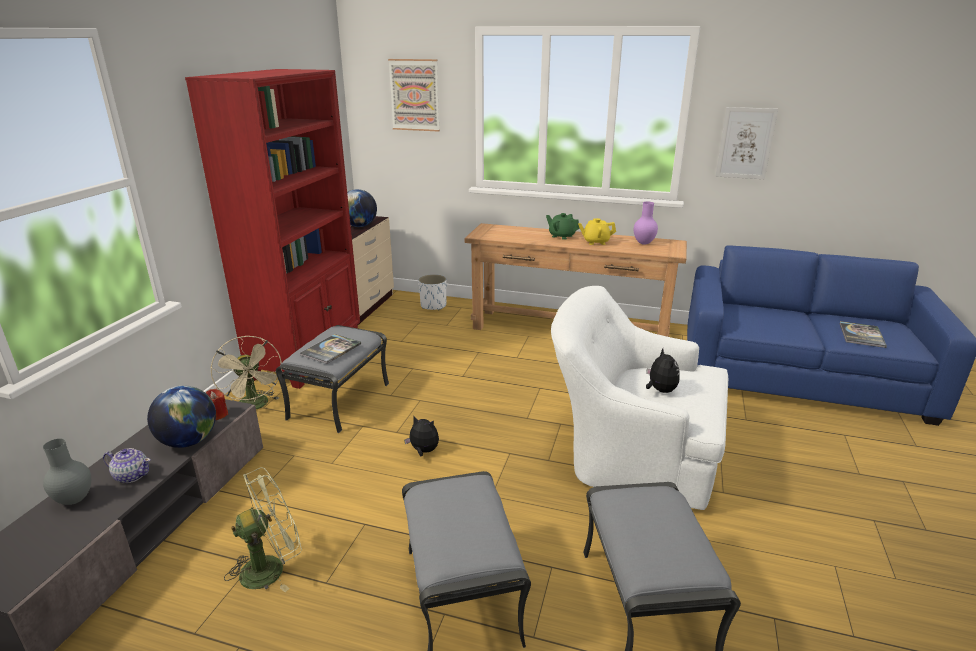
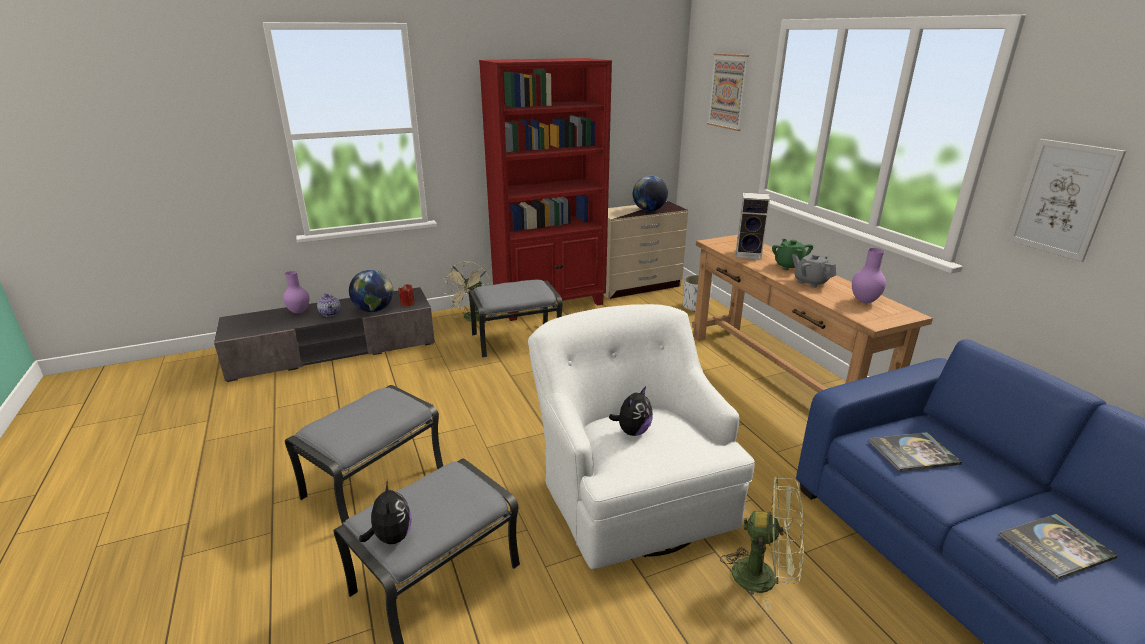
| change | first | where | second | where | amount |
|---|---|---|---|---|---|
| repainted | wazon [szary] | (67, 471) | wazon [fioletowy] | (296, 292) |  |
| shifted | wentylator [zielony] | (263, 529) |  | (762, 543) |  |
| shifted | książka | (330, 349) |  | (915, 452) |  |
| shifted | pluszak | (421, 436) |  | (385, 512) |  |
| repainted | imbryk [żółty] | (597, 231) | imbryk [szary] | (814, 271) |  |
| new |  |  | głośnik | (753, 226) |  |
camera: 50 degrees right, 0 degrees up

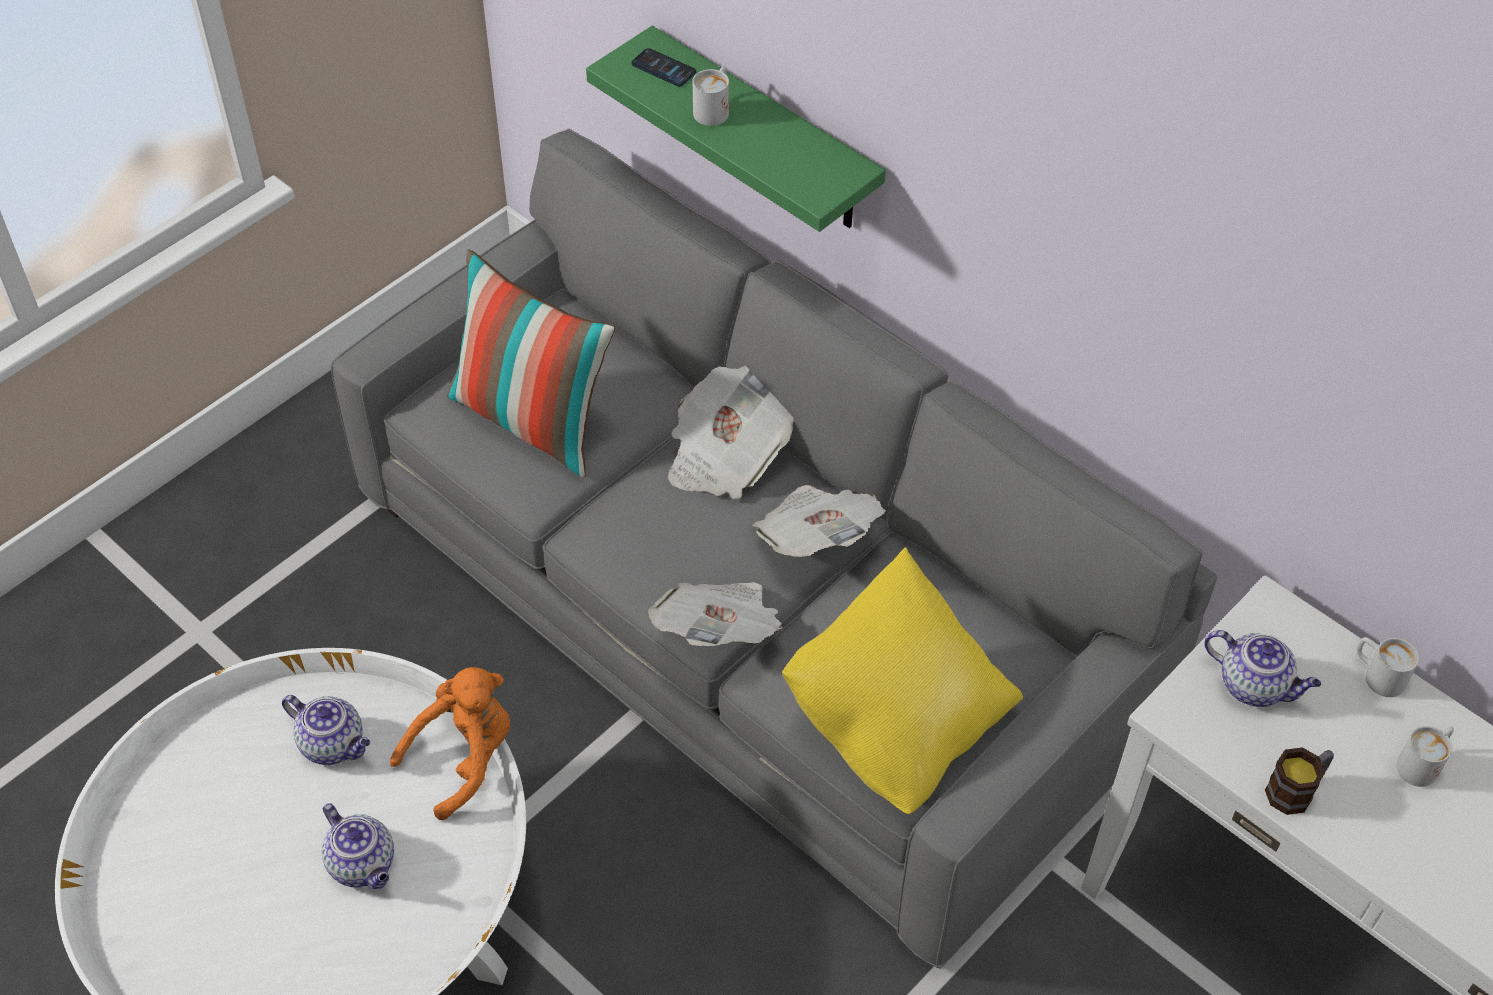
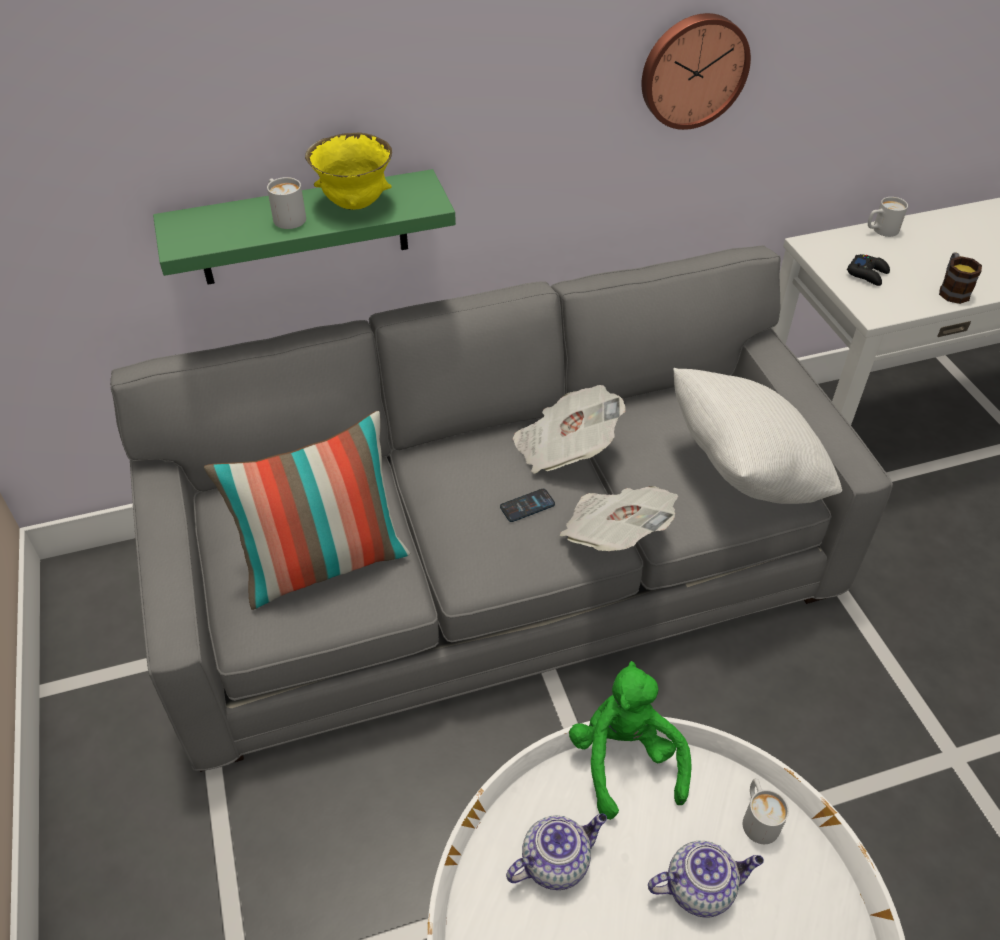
| change | first | where | second | where | amount |
|---|---|---|---|---|---|
| repainted | pluszak [pomarańczowy] | (450, 743) | pluszak [zielony] | (630, 740) |  |
| shifted | telefon | (664, 67) |  | (527, 505) |  |
| gone | gazeta | (731, 432) |  |  |  |
| repainted | poduszka [żółty] | (902, 680) | poduszka [biały] | (757, 436) |  |
| swapped | imbryk | (1263, 668) | pad do gier [czarny] | (868, 270) |  |
| shifted | kubek [biały] | (1425, 756) |  | (766, 811) |  |
| new |  |  | miska [żółty] | (348, 171) |  |
| new |  |  | zegar ścienny | (696, 71) |  |
camera: 60 degrees left, 5 degrees down

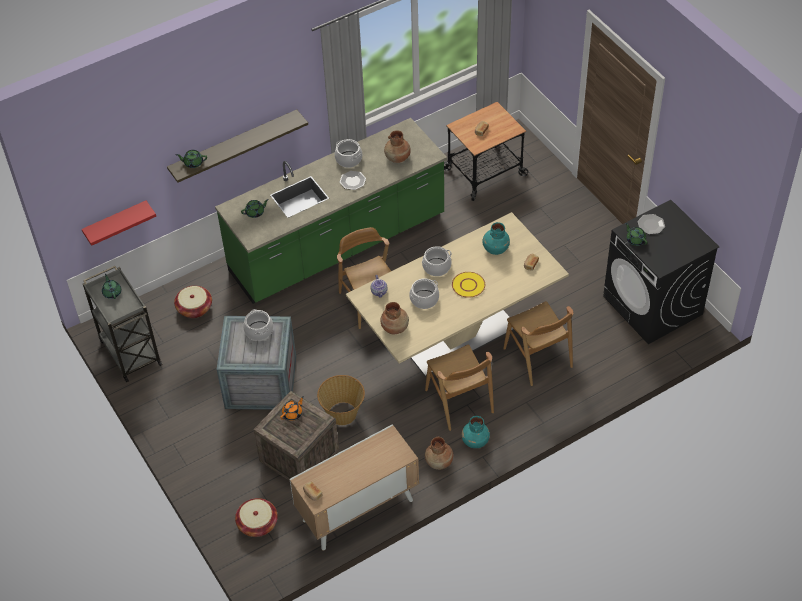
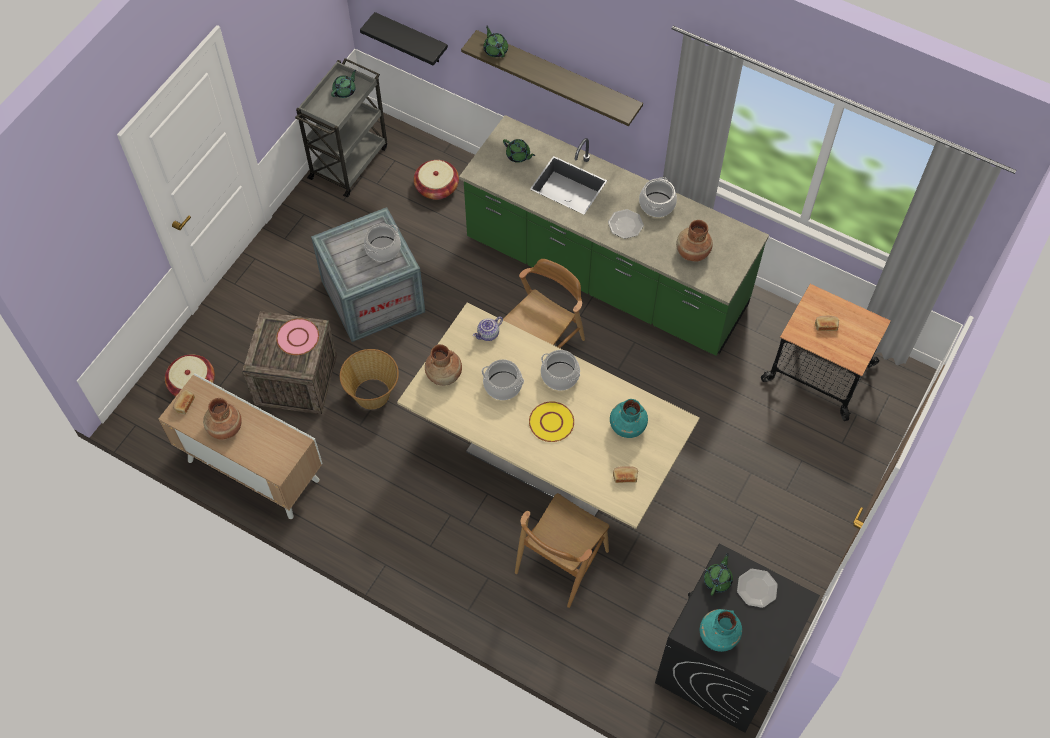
| change | first | where | second | where | amount |
|---|---|---|---|---|---|
| repainted | półka [czerwony] | (119, 223) | półka [czarny] | (404, 39) |  |
| swapped | imbryk [pomarańczowy] | (292, 408) | talerz [różowy] | (297, 336) |  |
| gone | krzesło [brązowy] | (459, 388) |  |  |  |
| shifted | wazon [brązowy] | (439, 453) |  | (222, 418) |  |
| shifted | wazon [turkusowy] | (476, 432) |  | (721, 630) |  |
camera: 60 degrees right, 10 degrees up

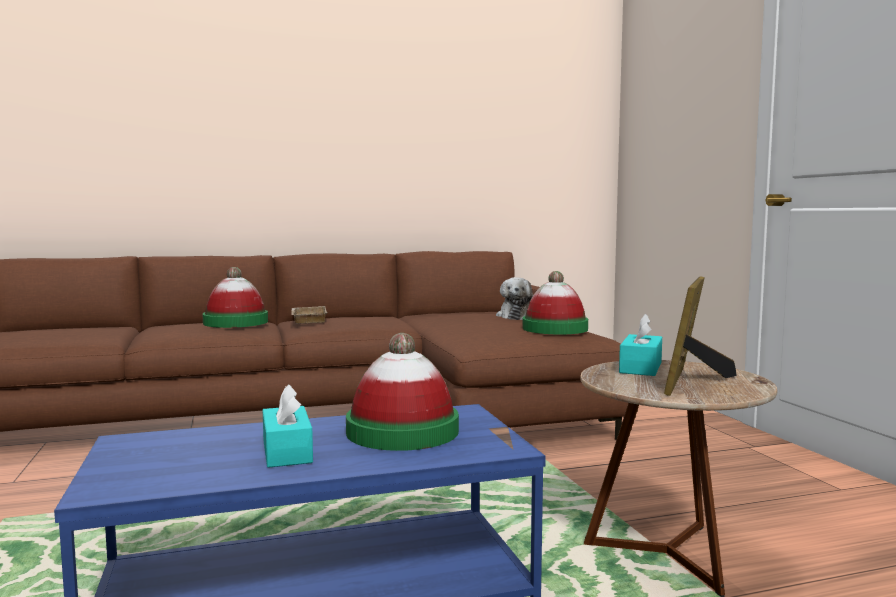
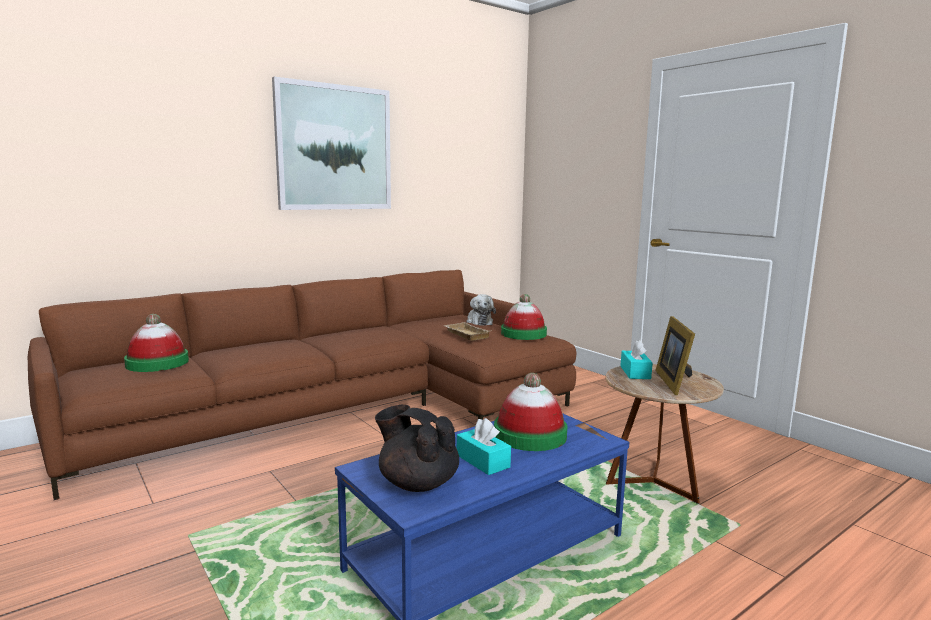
| change | first | where | second | where | amount |
|---|---|---|---|---|---|
| shifted | kapelusz | (235, 297) |  | (156, 343) |  |
| shifted | taca [beżowy] | (309, 315) |  | (467, 331) |  |
| new |  |  | obraz | (331, 143) |  |
| new |  |  | imbryk [czarny] | (417, 448) |  |
camera: 20 degrees left, 5 degrees up

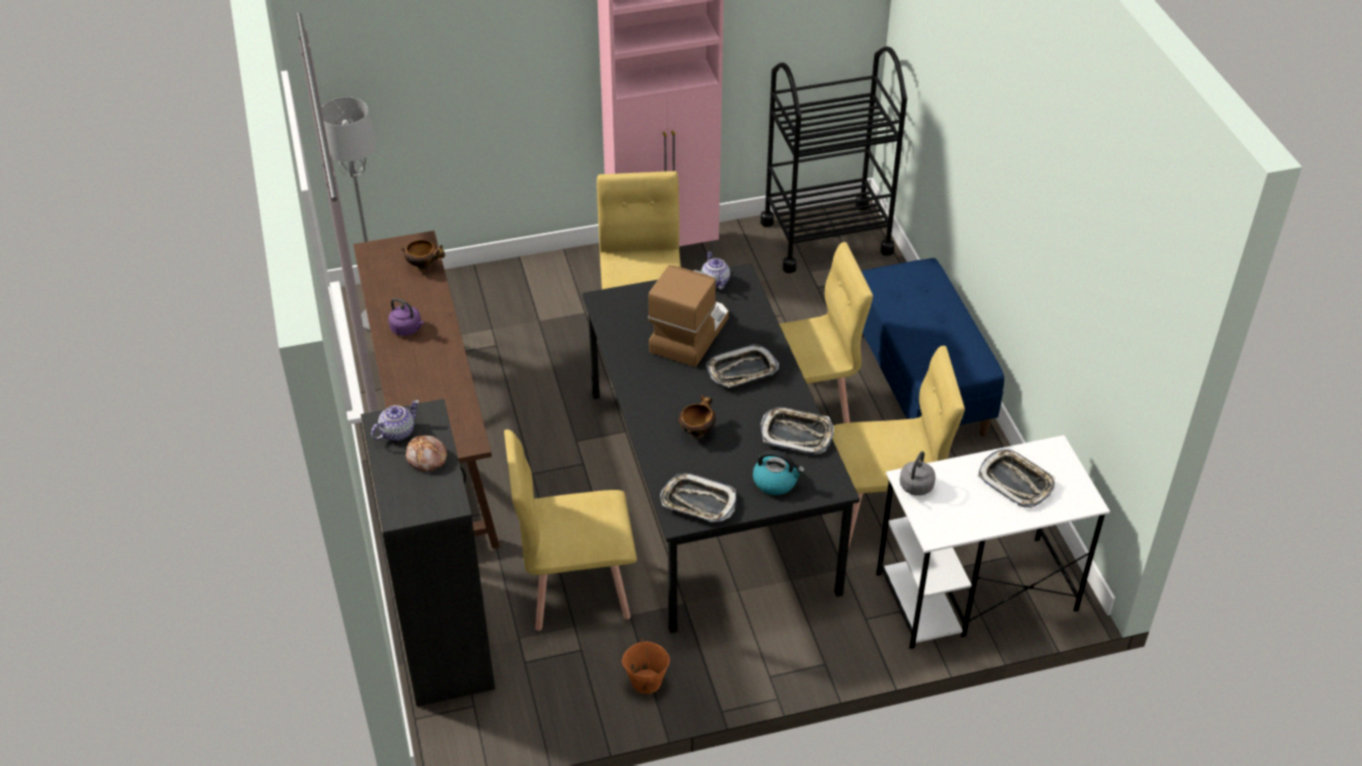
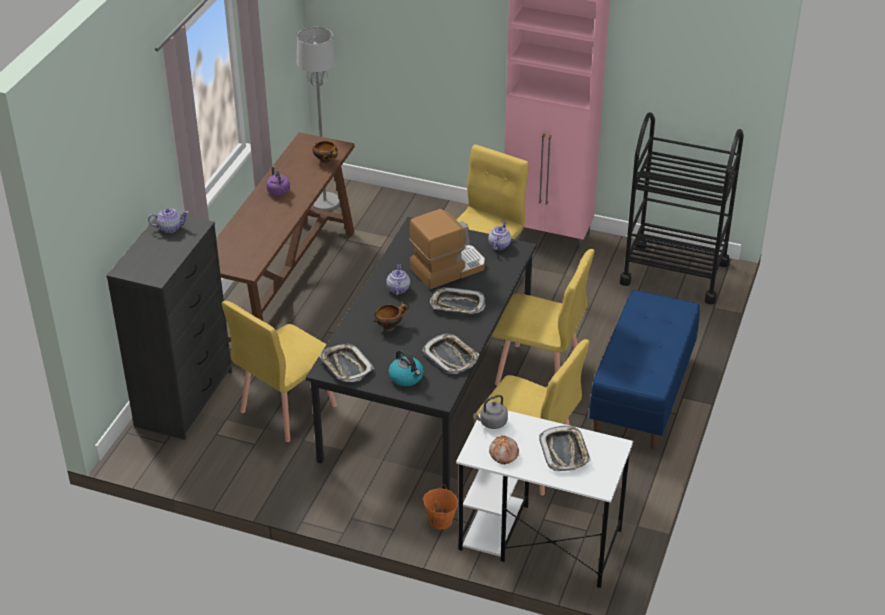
| change | first | where | second | where | amount |
|---|---|---|---|---|---|
| shifted | chleb | (426, 453) |  | (504, 449) |  |
| rotated | krzesło [żółty] | (570, 530) |  | (279, 371) | 75 degrees counterclockwise |
| shifted | wiadro [pomarańczowy] | (646, 666) |  | (440, 507) |  |
| new |  |  | imbryk | (398, 279) |  |
camera: 35 degrees right, 5 degrees down

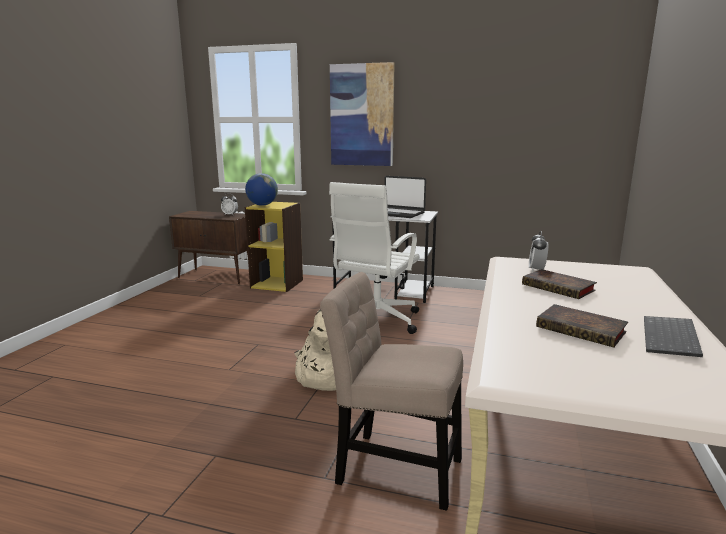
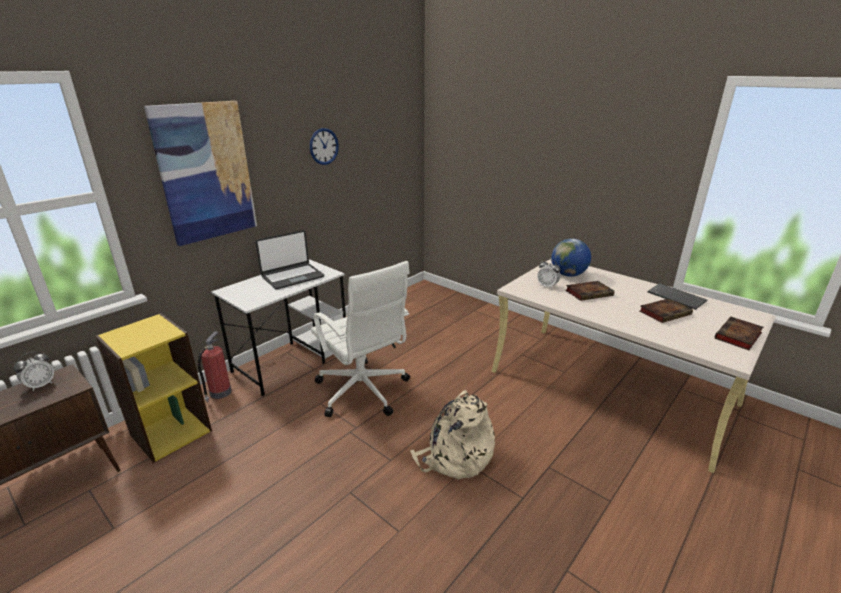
| change | first | where | second | where | amount |
|---|---|---|---|---|---|
| shifted | globus | (261, 189) |  | (571, 257) |  |
| gone | krzesło [beżowy] | (391, 391) |  |  |  |
| new |  |  | gaśnica | (215, 367) |  |
| new |  |  | zegar ścienny | (324, 146) |  |
| new |  |  | książka | (739, 333) |  |
camera: 65 degrees left, 10 degrees up

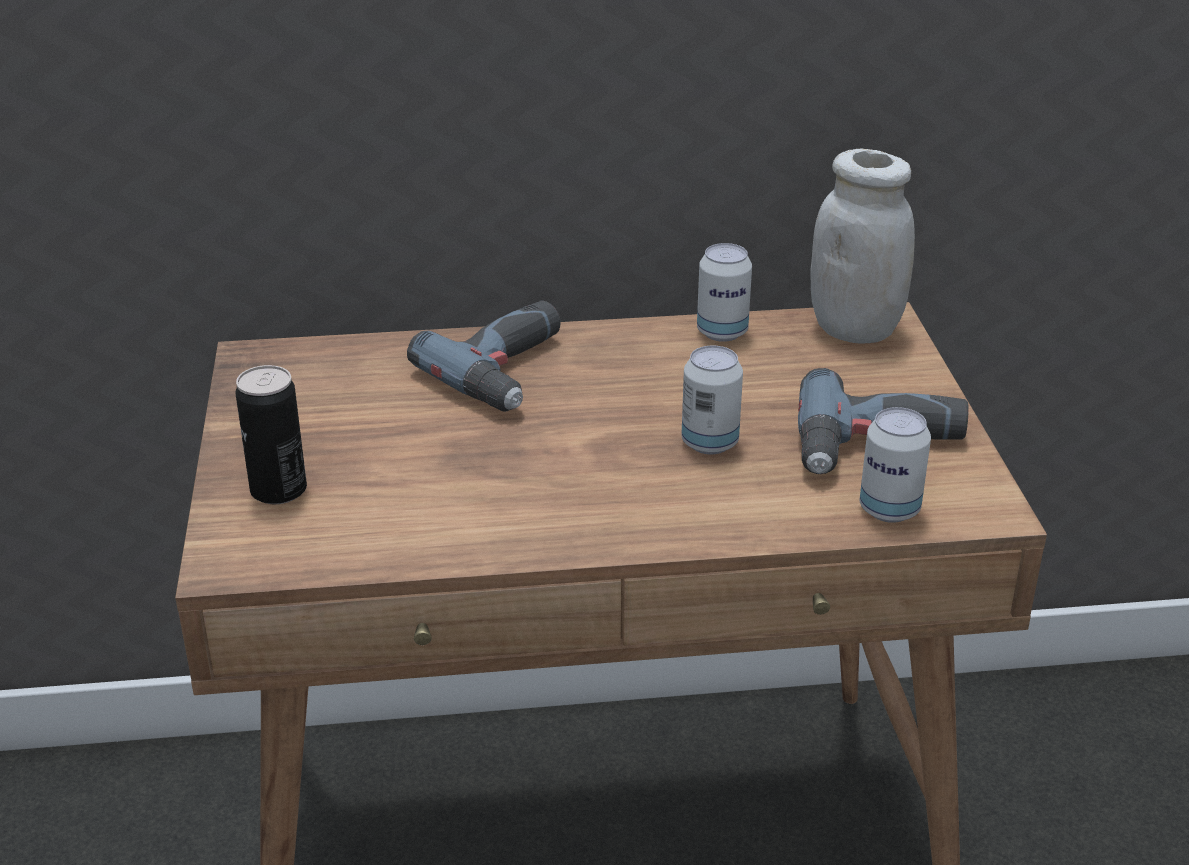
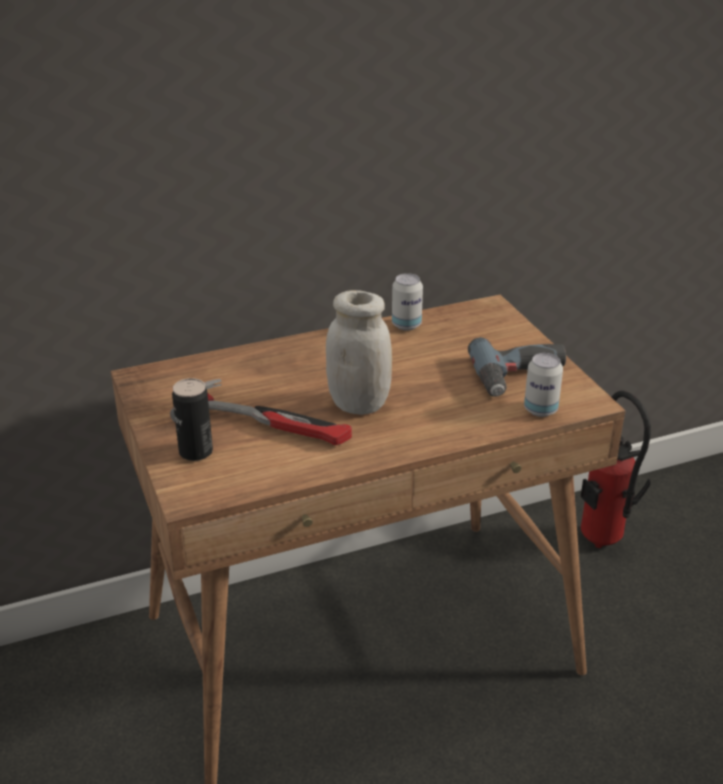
| change | first | where | second | where | amount |
|---|---|---|---|---|---|
| gone | wiertarka | (483, 356) |  |  |  |
| gone | puszka | (712, 400) |  |  |  |
| shifted | słoik [biały] | (863, 246) |  | (359, 352) |  |
| new |  |  | młotek | (261, 412) |  |
| new |  |  | gaśnica | (616, 469) |  |
camera: 15 degrees left, 0 degrees up

